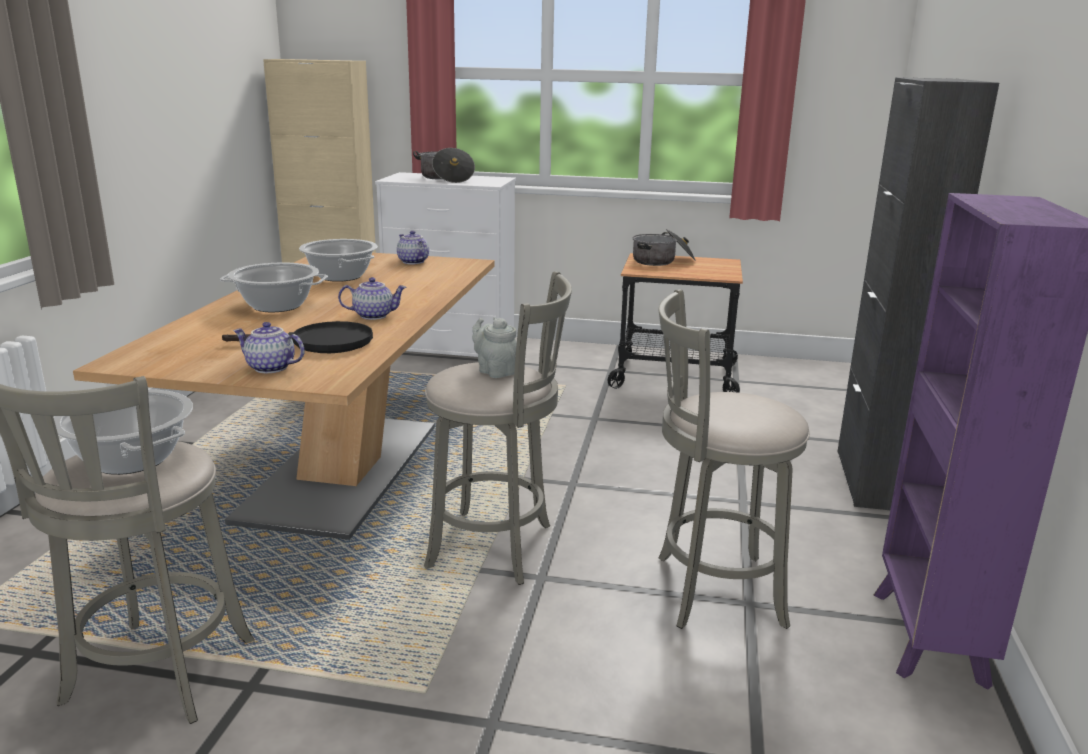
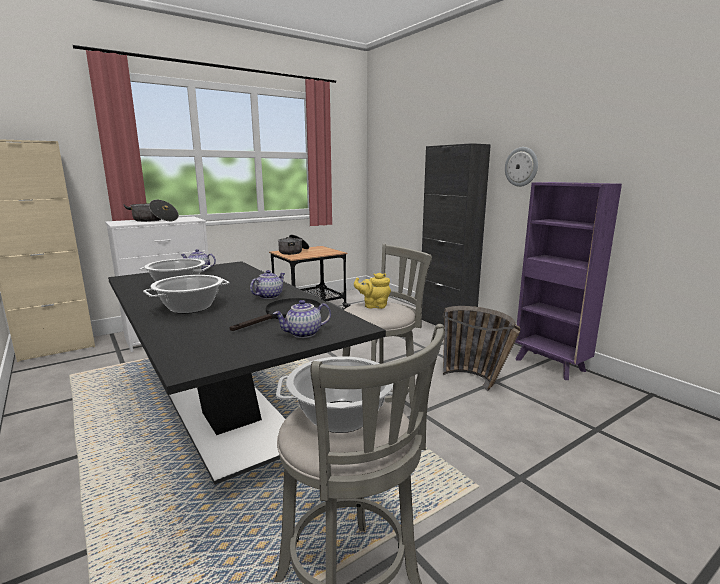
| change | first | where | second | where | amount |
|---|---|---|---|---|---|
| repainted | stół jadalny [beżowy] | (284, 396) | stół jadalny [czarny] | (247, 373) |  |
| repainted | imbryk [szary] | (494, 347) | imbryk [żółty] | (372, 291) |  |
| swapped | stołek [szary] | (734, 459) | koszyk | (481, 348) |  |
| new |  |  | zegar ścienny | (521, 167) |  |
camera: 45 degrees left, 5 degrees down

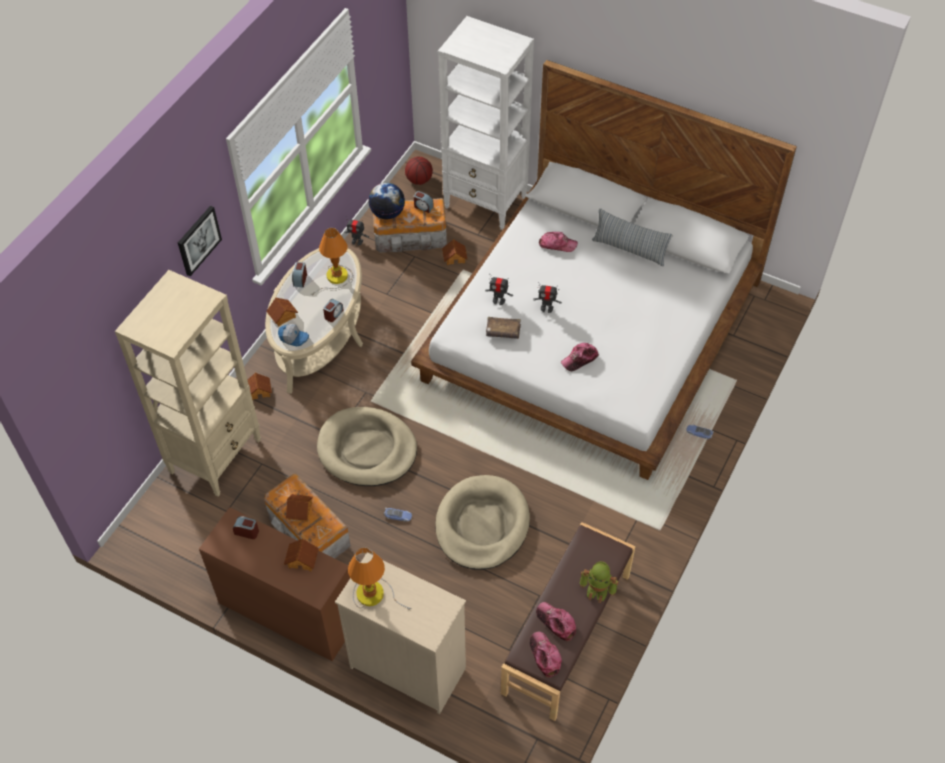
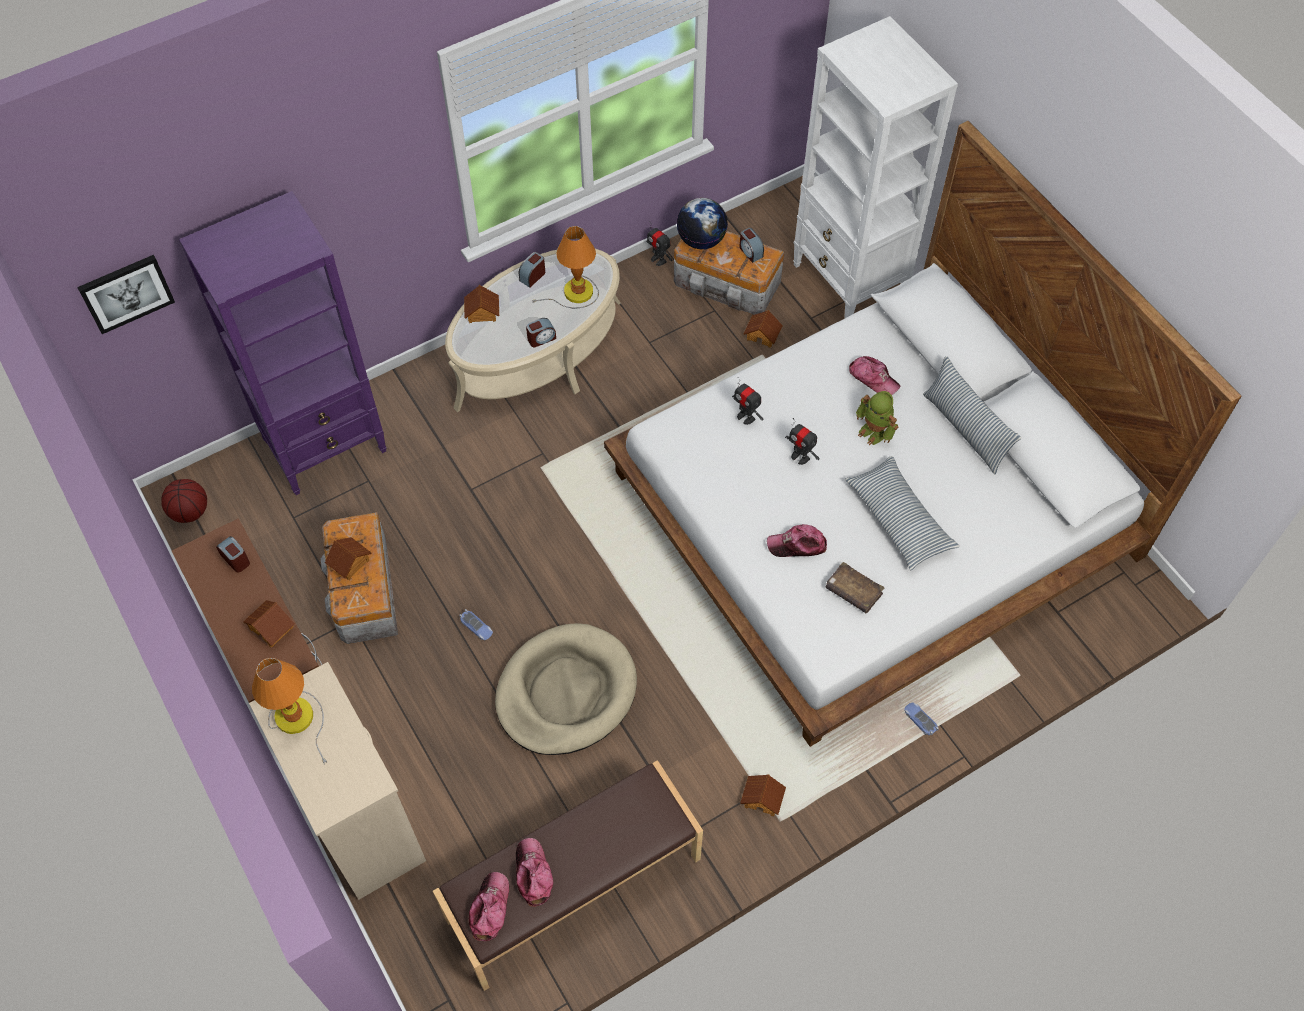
| change | first | where | second | where | amount |
|---|---|---|---|---|---|
| repainted | regał [beżowy] | (188, 383) | regał [fioletowy] | (283, 343) |  |
| shifted | obraz | (200, 241) |  | (126, 294) |  |
| shifted | domek | (260, 386) |  | (763, 795) |  |
| gone | czapka z daszkiem | (293, 335) |  |  |  |
| gone | legowisko [beżowy] | (367, 446) |  |  |  |
| shifted | piłka do koszykówki | (419, 171) |  | (184, 501) |  |
| shifted | książka [brązowy] | (503, 328) |  | (855, 587) |  |
| shifted | robot zabawkowy | (599, 582) |  | (877, 418) |  |
| new |  |  | poduszka | (902, 513) |  |
camera: 30 degrees right, 5 degrees up

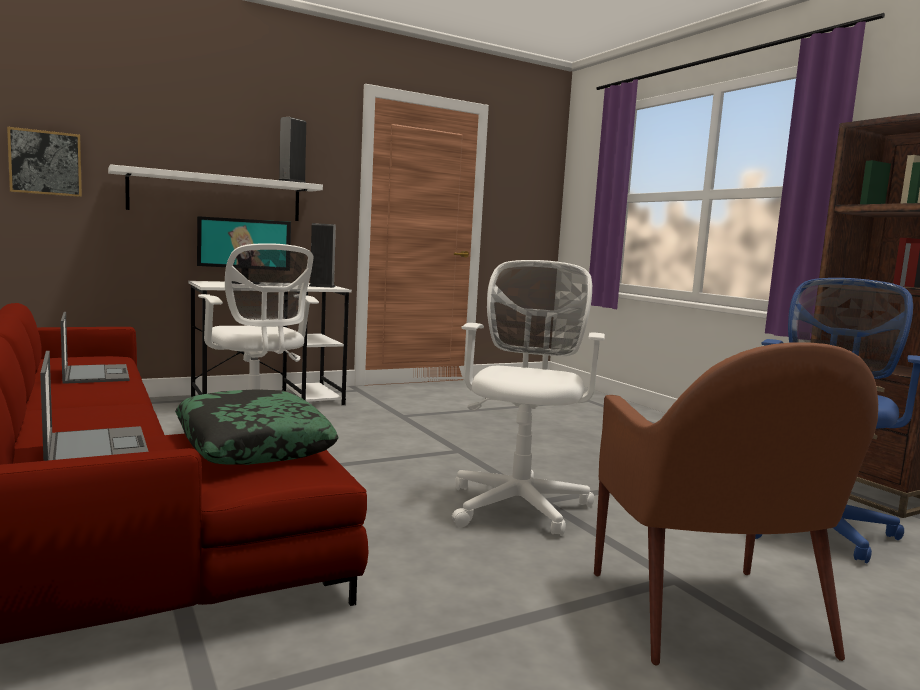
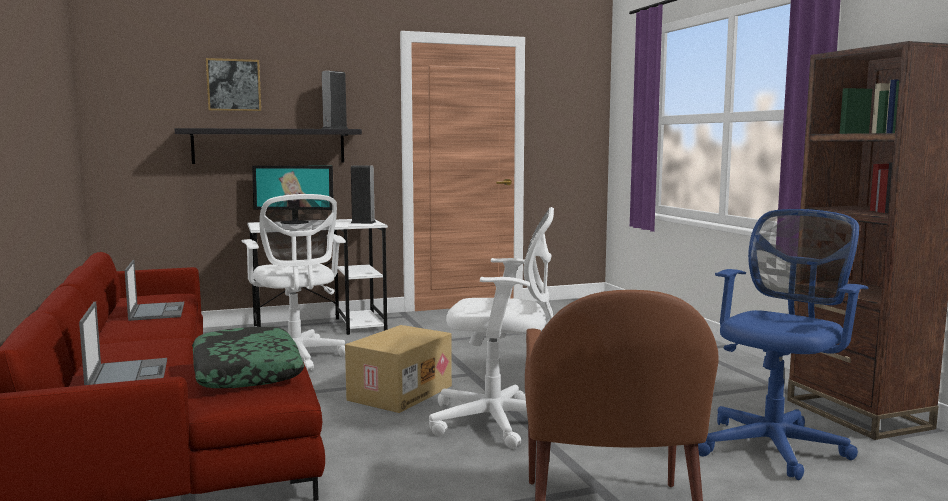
| change | first | where | second | where | amount |
|---|---|---|---|---|---|
| shifted | obraz | (44, 162) |  | (233, 84) |  |
| repainted | półka [biały] | (215, 192) | półka [czarny] | (268, 146) |  |
| rotated | krzesło biurowe [biały] | (528, 398) |  | (491, 328) | 75 degrees clockwise |
| new |  |  | karton | (398, 369) |  |
camera: 10 degrees right, 0 degrees up

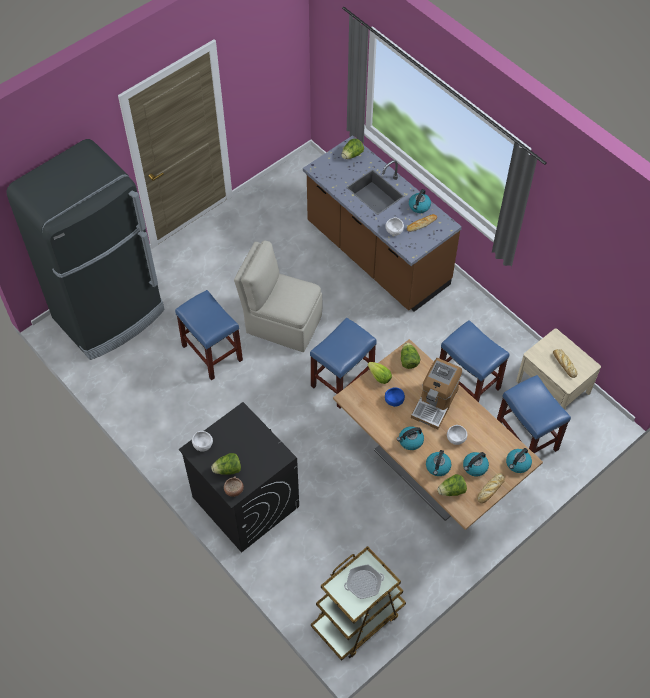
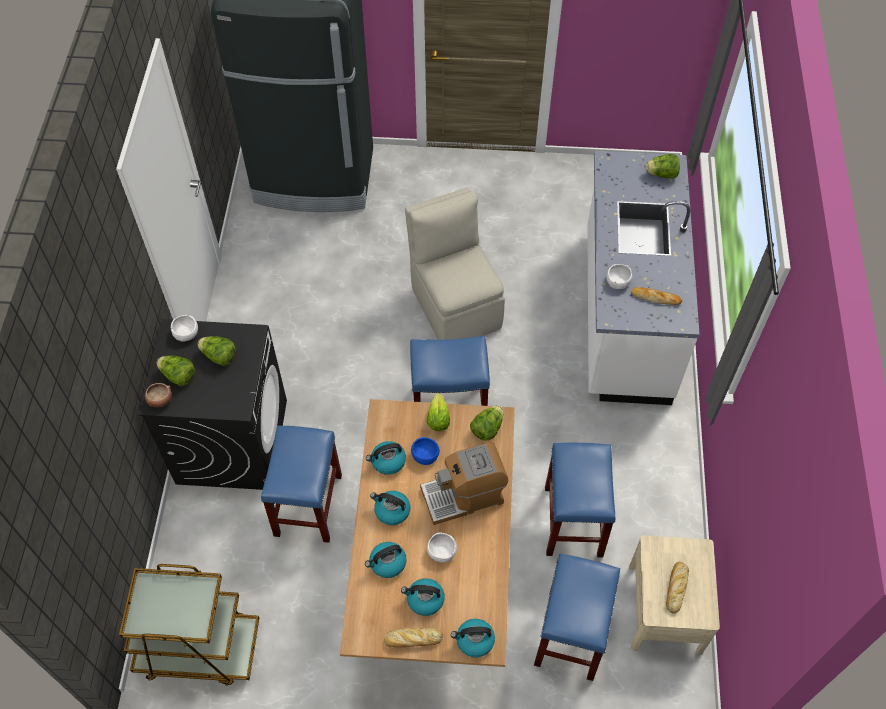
| change | first | where | second | where | amount |
|---|---|---|---|---|---|
| shifted | stołek [niebieski] | (209, 335) |  | (301, 484) |  |
| repainted | zabudowa kuchenna [brązowy] | (382, 223) | zabudowa kuchenna [biały] | (643, 278) |  |
| gone | patelnia | (364, 581) |  |  |  |
| shifted | czajnik | (420, 201) |  | (386, 458) |  |
| shifted | sałata | (452, 485) |  | (216, 351) |  |
camera: 45 degrees right, 0 degrees up

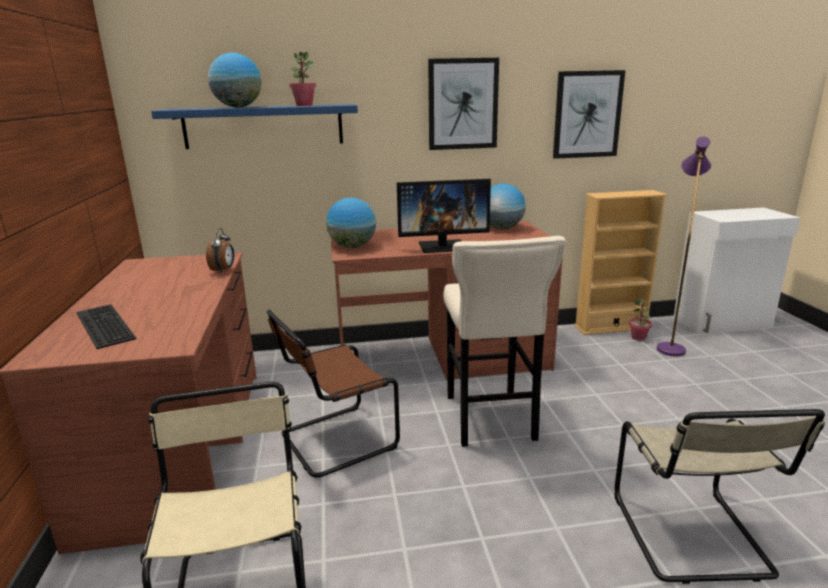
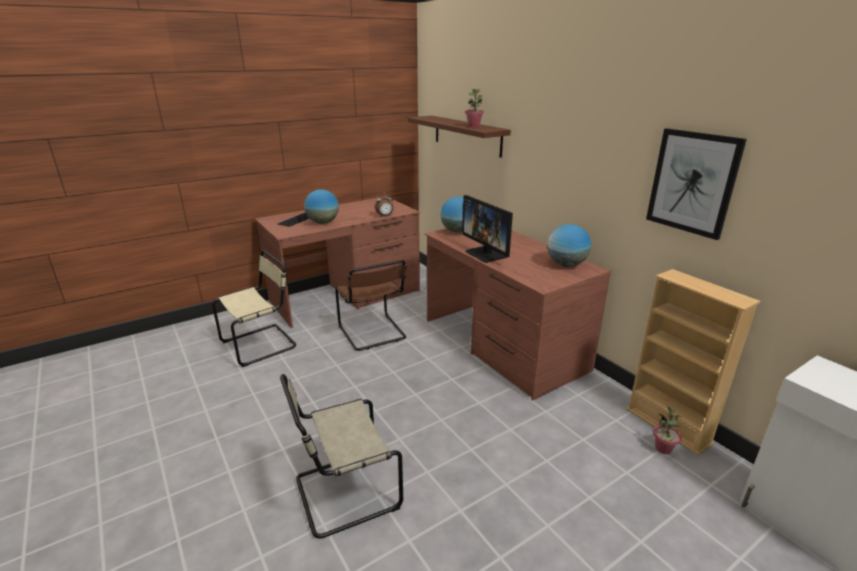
| change | first | where | second | where | amount |
|---|---|---|---|---|---|
| repainted | półka [niebieski] | (254, 126) | półka [brązowy] | (459, 137) |  |
| shifted | globus | (235, 80) |  | (321, 206) |  |
| rotated | krzesło [brązowy] | (333, 394) |  | (370, 305) | 150 degrees counterclockwise |
| gone | obraz | (463, 104) |  |  |  |
| gone | stołek [beżowy] | (504, 341) |  |  |  |
| gone | lampa stojąca [fioletowy] | (684, 247) |  |  |  |
camera: 65 degrees right, 5 degrees up

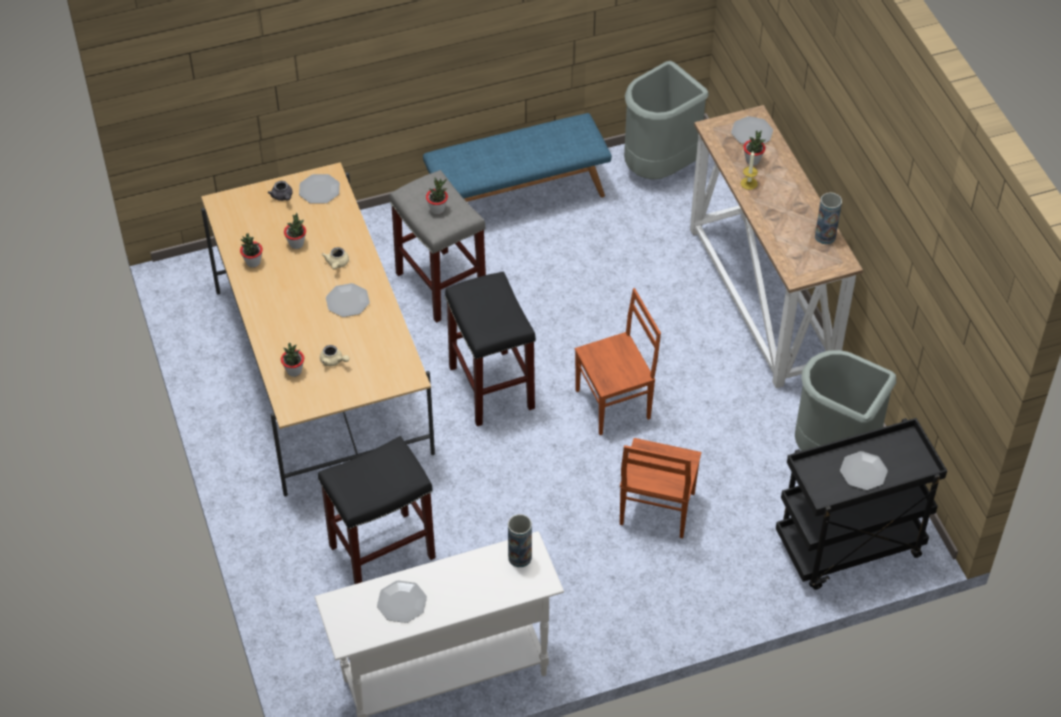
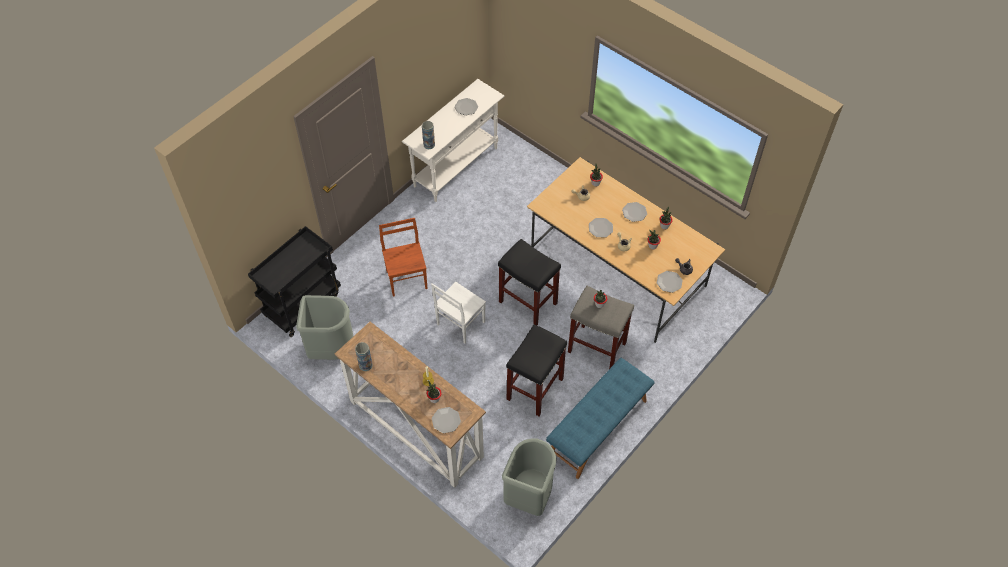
| change | first | where | second | where | amount |
|---|---|---|---|---|---|
| shifted | stołek [czarny] | (377, 510) |  | (536, 370) |  |
| repainted | krzesło [brązowy] | (618, 361) | krzesło [biały] | (458, 313) |  |
| shifted | talerz | (864, 470) |  | (634, 212) |  |
camera: 150 degrees right, 5 degrees up

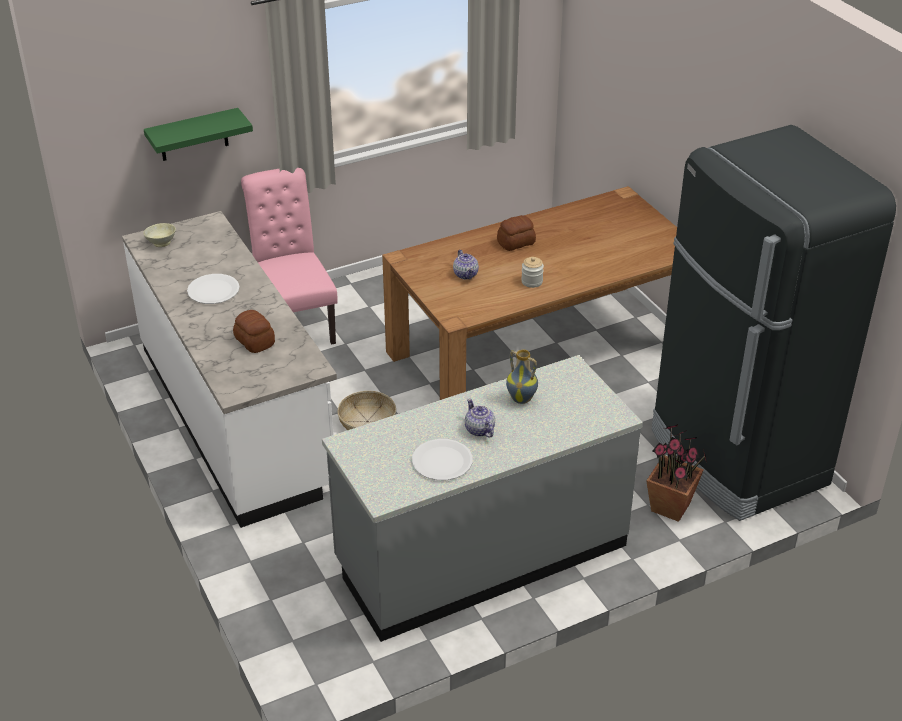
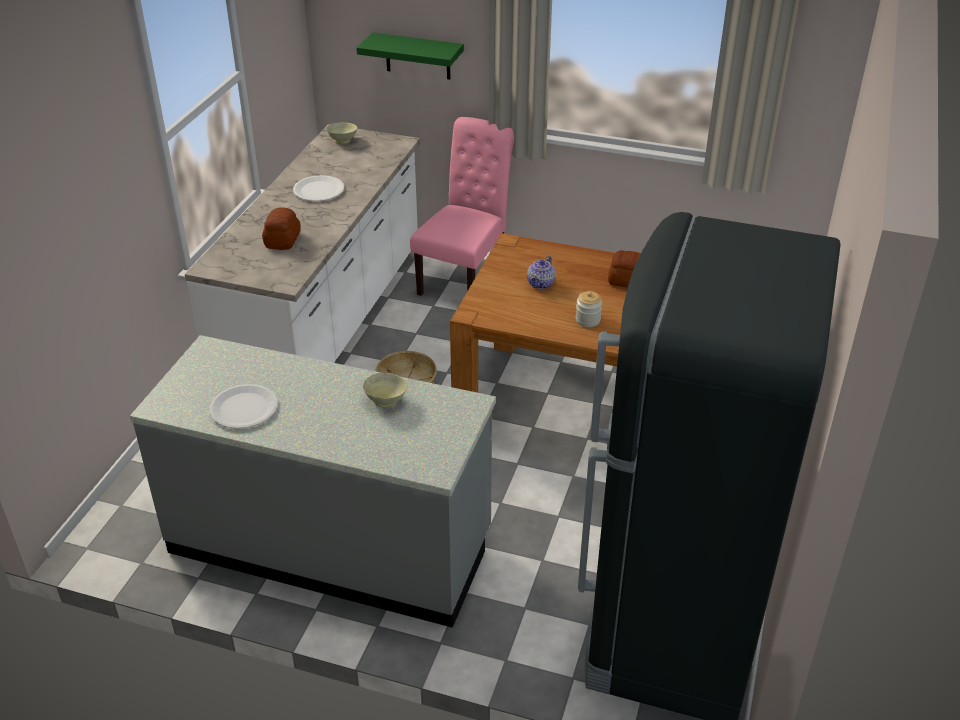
| change | first | where | second | where | amount |
|---|---|---|---|---|---|
| gone | imbryk | (480, 418) |  |  |  |
| swapped | wazon | (522, 377) | miska [beżowy] | (385, 390) |  |
| gone | roślina doniczkowa | (676, 473) |  |  |  |
camera: 45 degrees right, 0 degrees up

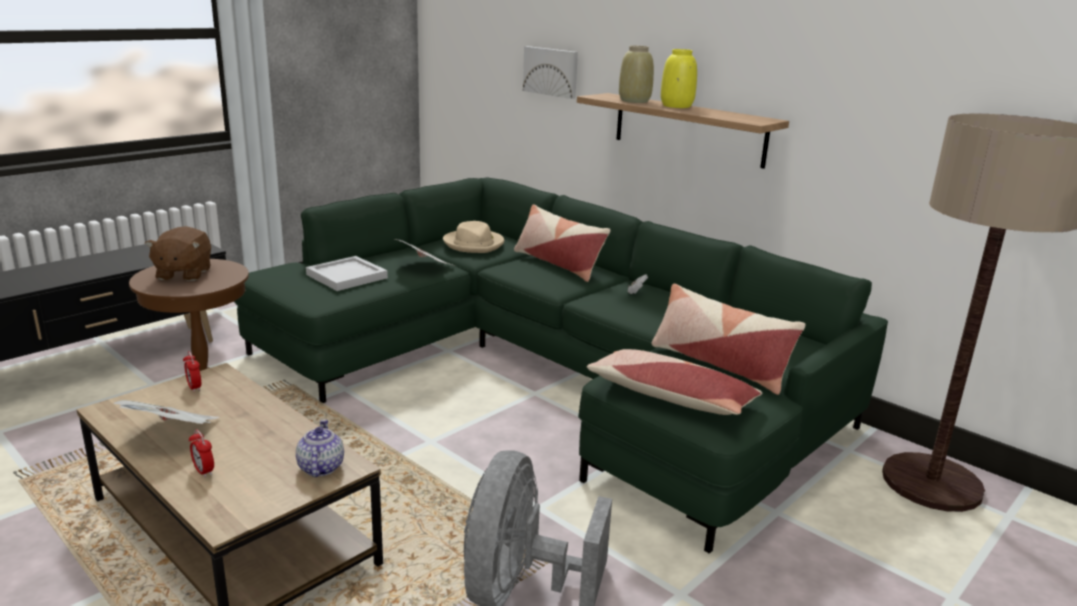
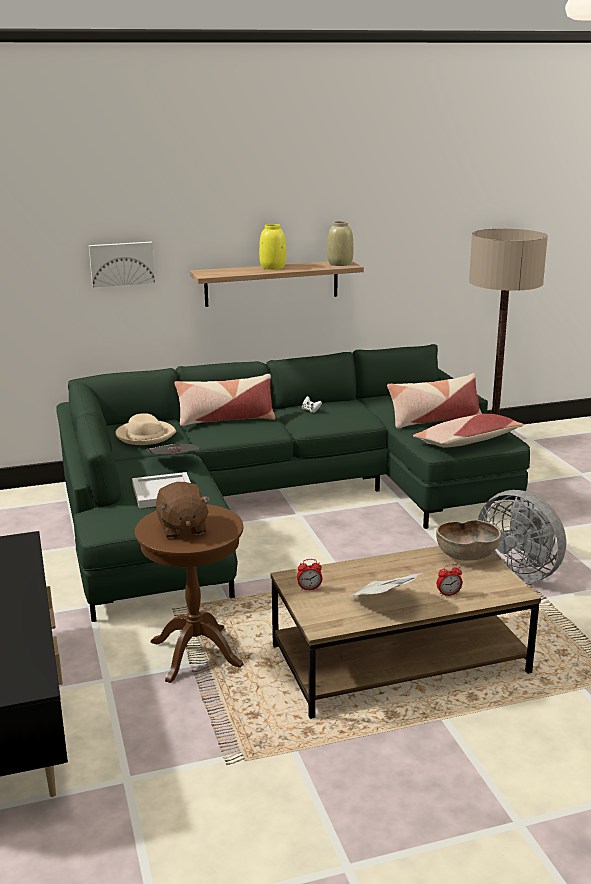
| change | first | where | second | where | amount |
|---|---|---|---|---|---|
| rotated | pluszak [brązowy] | (178, 253) |  | (183, 510) | 45 degrees clockwise |
| swapped | imbryk | (320, 448) | miska [brązowy] | (468, 540) |  |
| shifted | wazon [beżowy] | (636, 74) |  | (340, 243) |  |
camera: 60 degrees left, 0 degrees up

